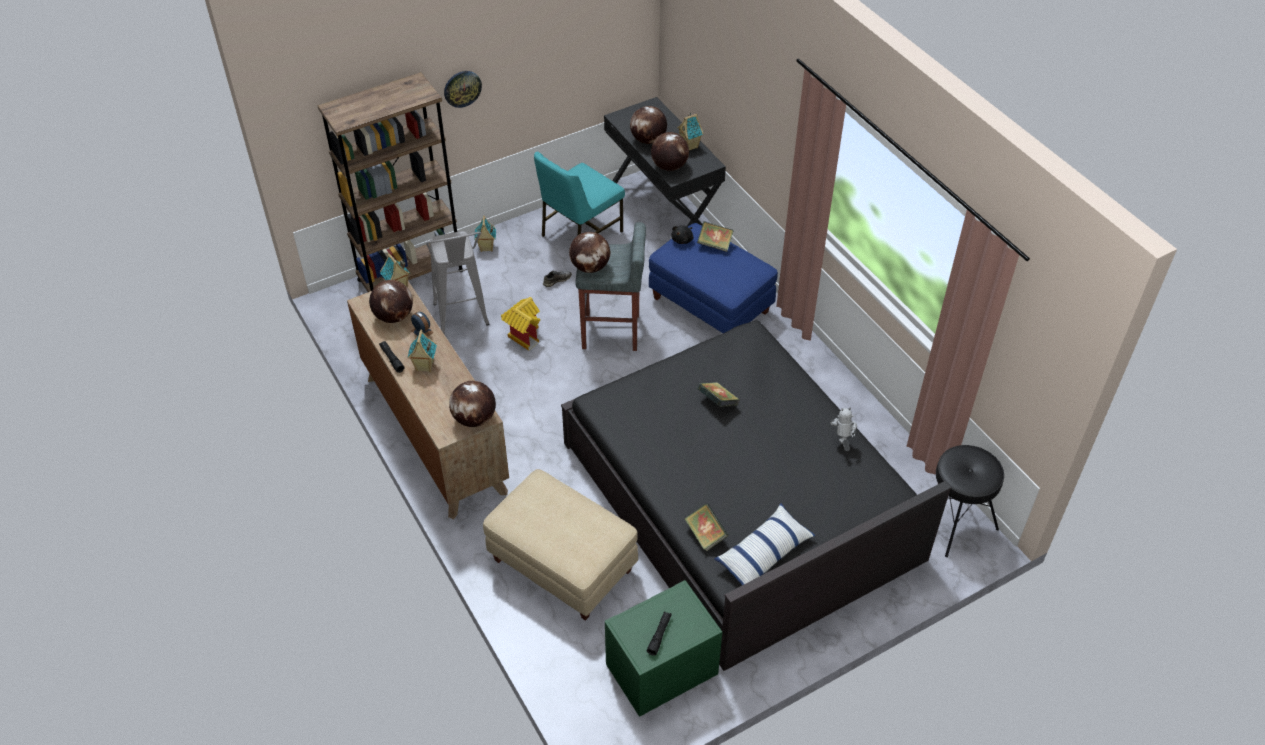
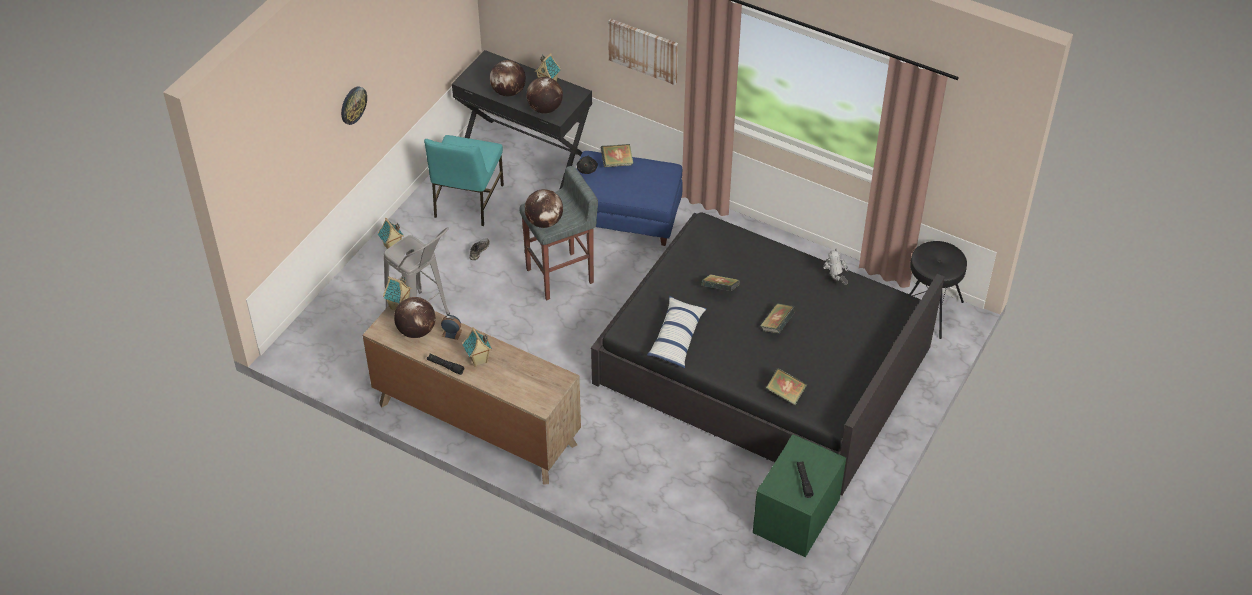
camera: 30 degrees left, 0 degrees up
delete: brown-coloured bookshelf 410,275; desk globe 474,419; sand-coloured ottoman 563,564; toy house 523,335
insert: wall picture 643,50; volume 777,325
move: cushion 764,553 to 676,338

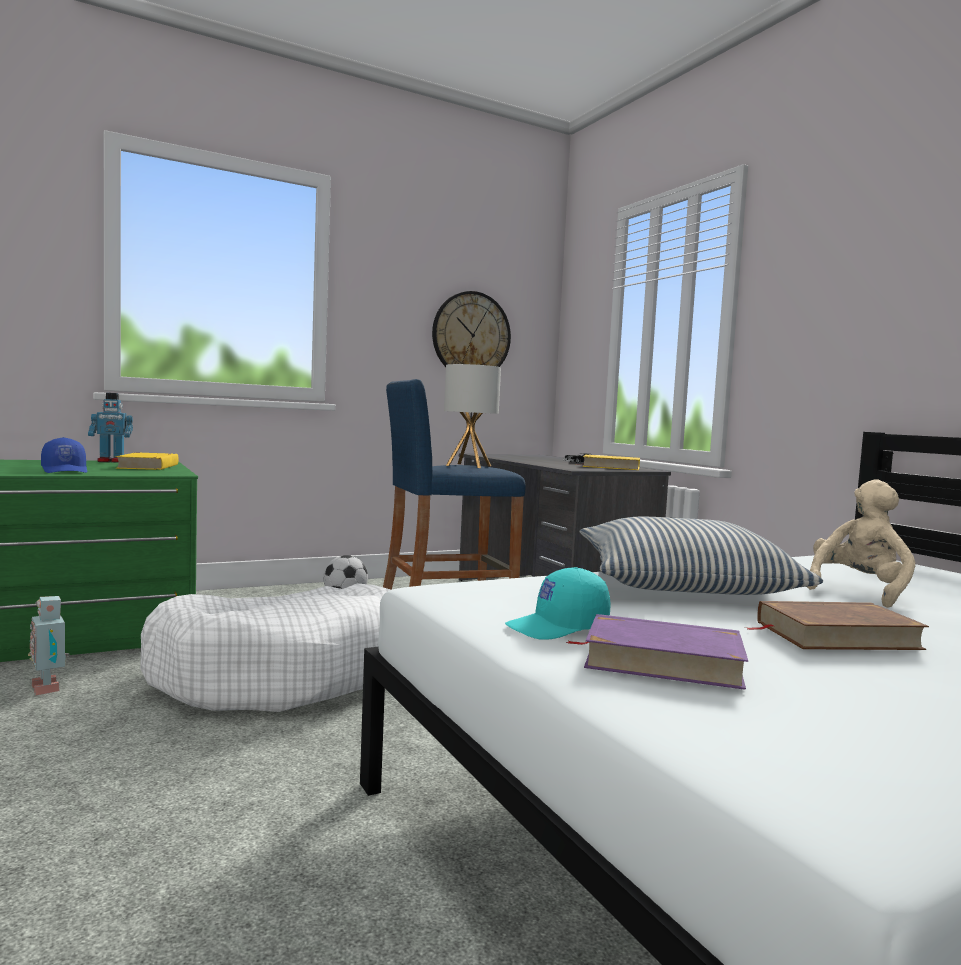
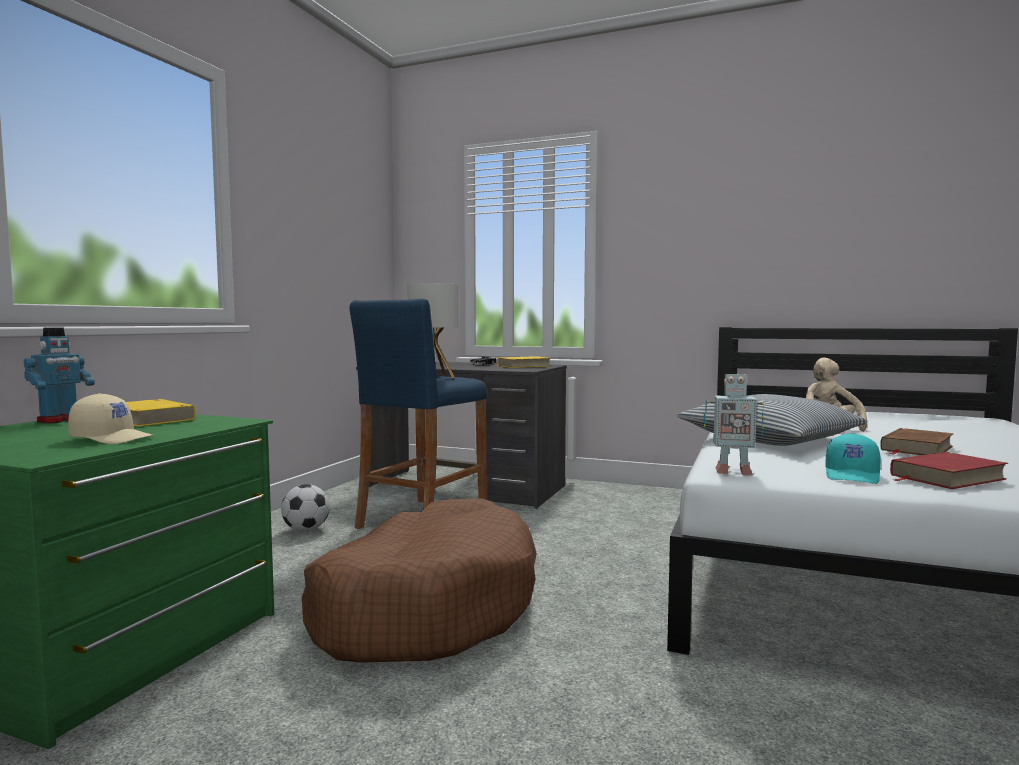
camera: 40 degrees left, 0 degrees up
delete: clock on the wall 471,335
move: toy robot 49,688 to 731,471
recolor: bluish baseball cap 66,471 to sand-coloured baseball cap 113,438; white-coloured pet bed 284,675 to brown-coloured pet bed 426,606; purple volume 662,661 to reddish volume 946,477

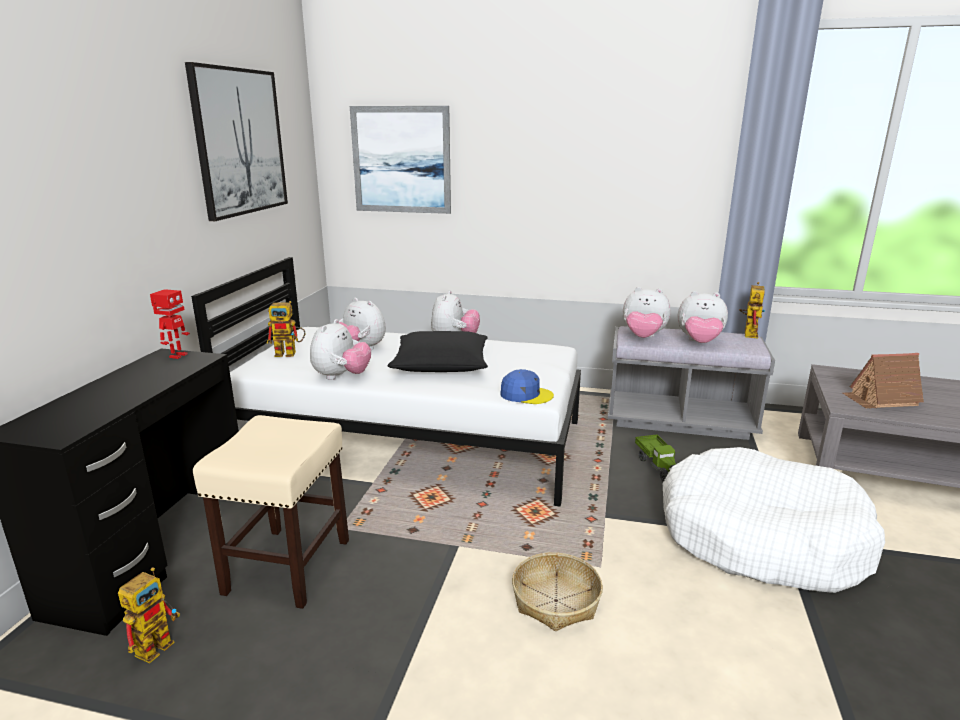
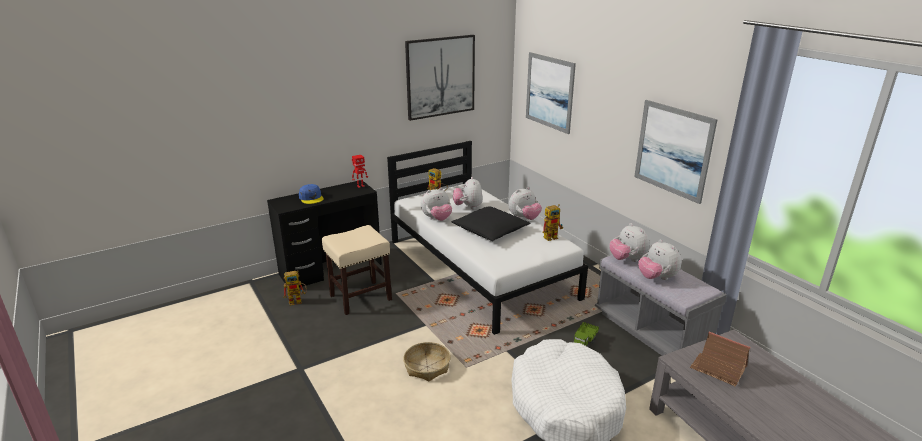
camera: 45 degrees right, 5 degrees up
insert: wall picture 673,150
move: bluish baseball cap 526,394 to 311,198; toy robot 748,333 to 552,236

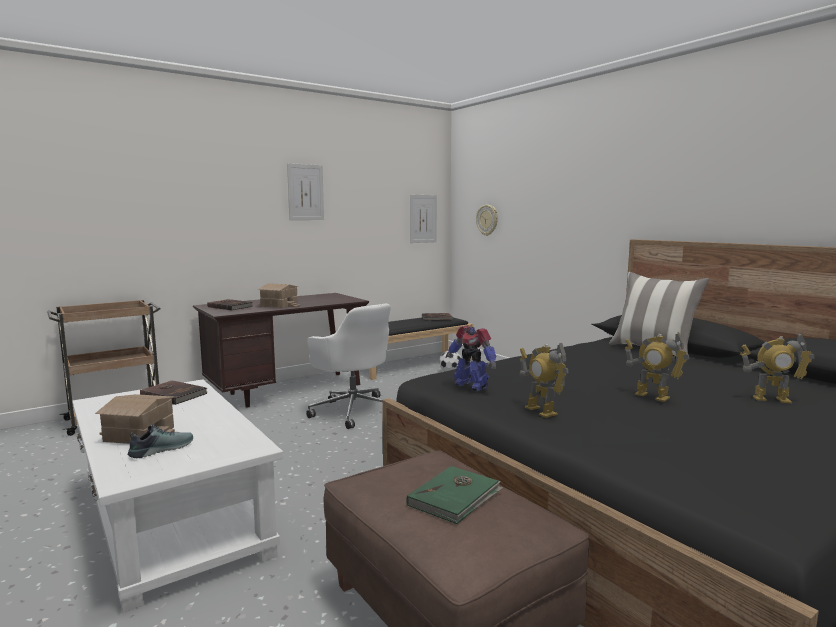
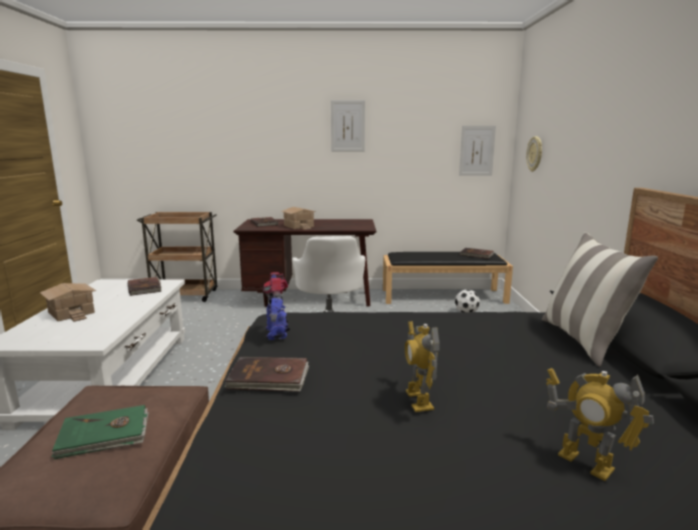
camera: 35 degrees right, 5 degrees up
delete: item of footwear 161,449
replace: toy robot 540,411 to brown-coloured volume 269,378

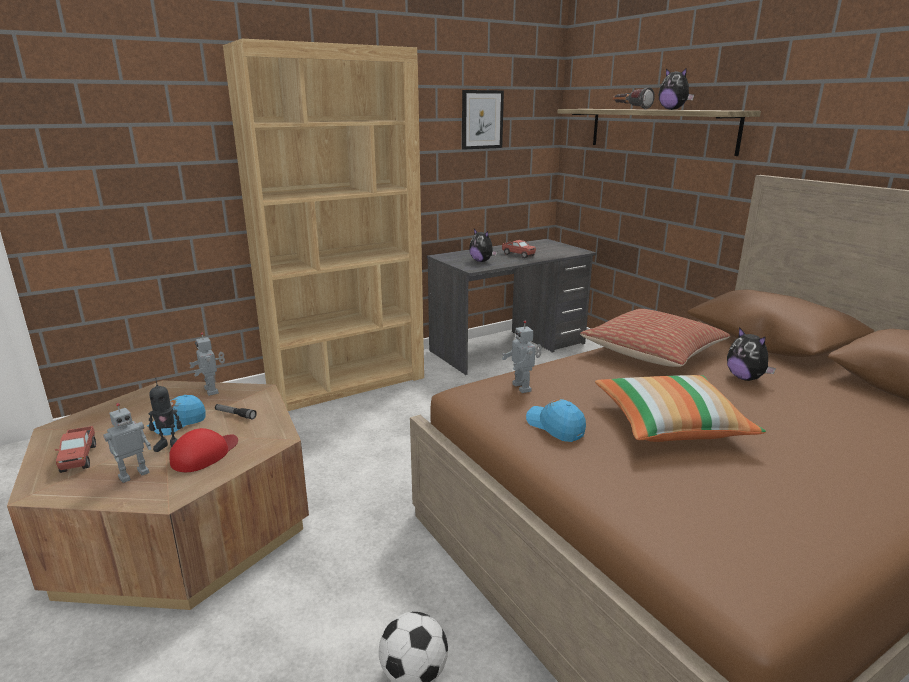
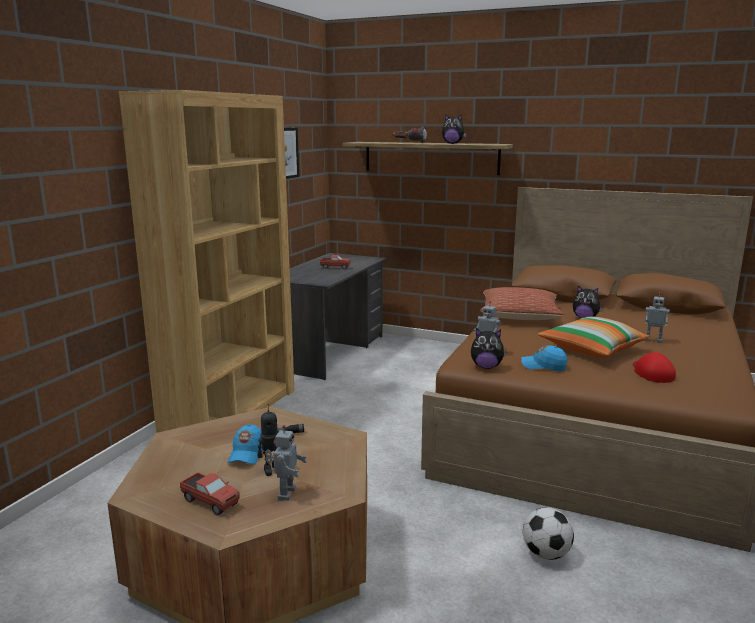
camera: 35 degrees left, 5 degrees down
move: cuddly toy 482,261 to 486,367; reddish baseball cap 205,454 to 652,372; toy robot 212,390 to 653,340

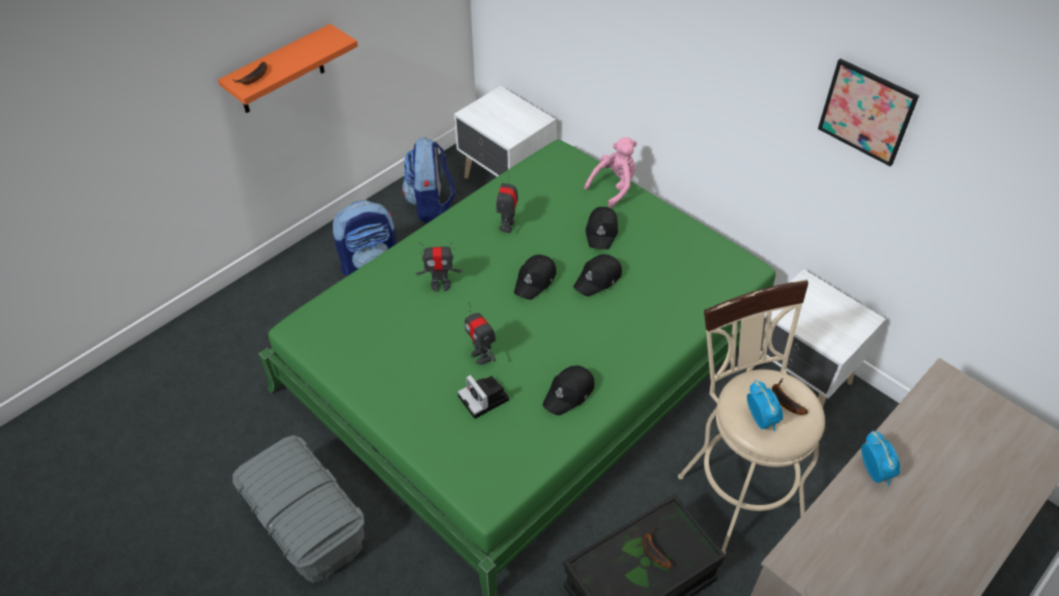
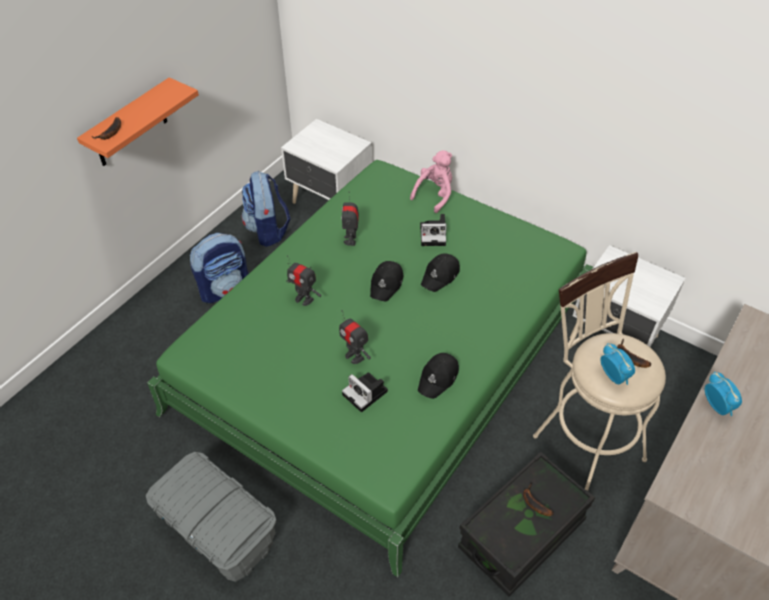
camera: 10 degrees left, 0 degrees up
delete: wall picture 866,112
replace: black baseball cap 602,232 to photo camera 434,235
rotate: toy robot 440,285 = 304,299 45 degrees clockwise

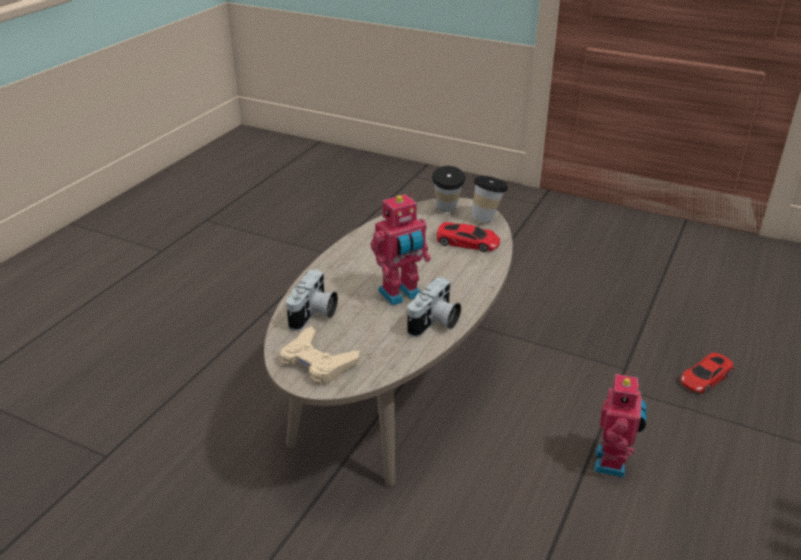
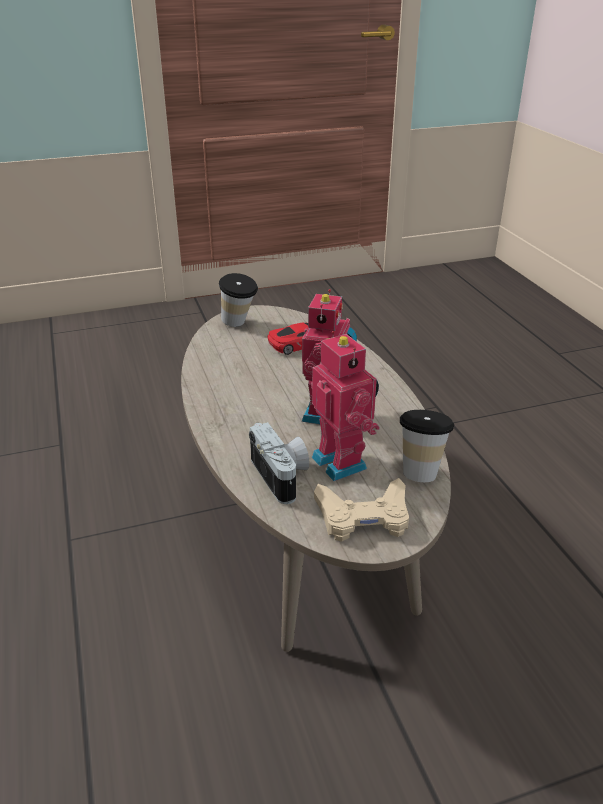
camera: 45 degrees left, 0 degrees up
delete: photo camera 435,323; reddish model car 705,377
move: toy robot 613,463 to 342,462; cup 487,218 to 420,470

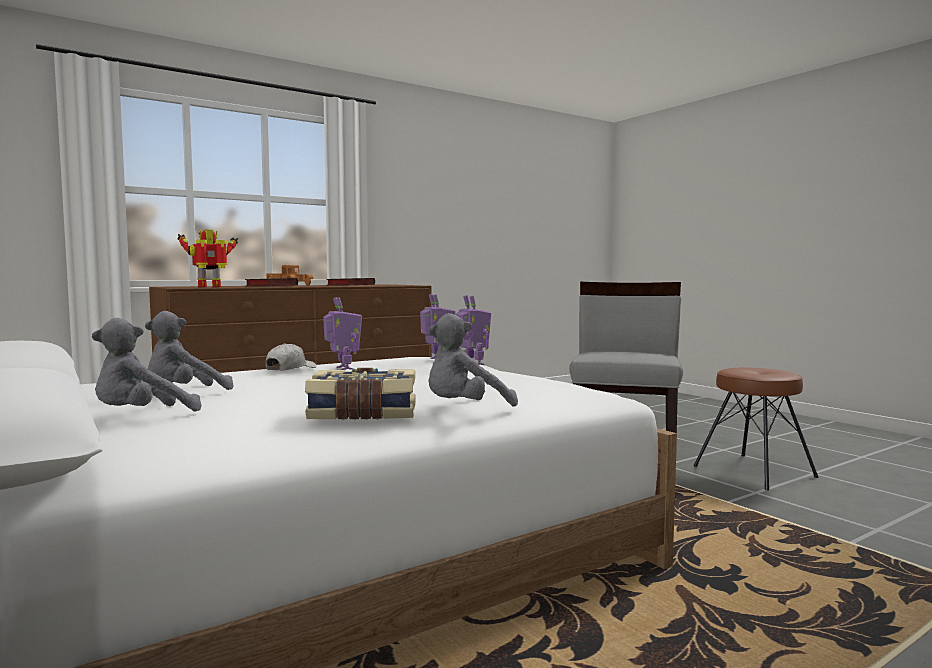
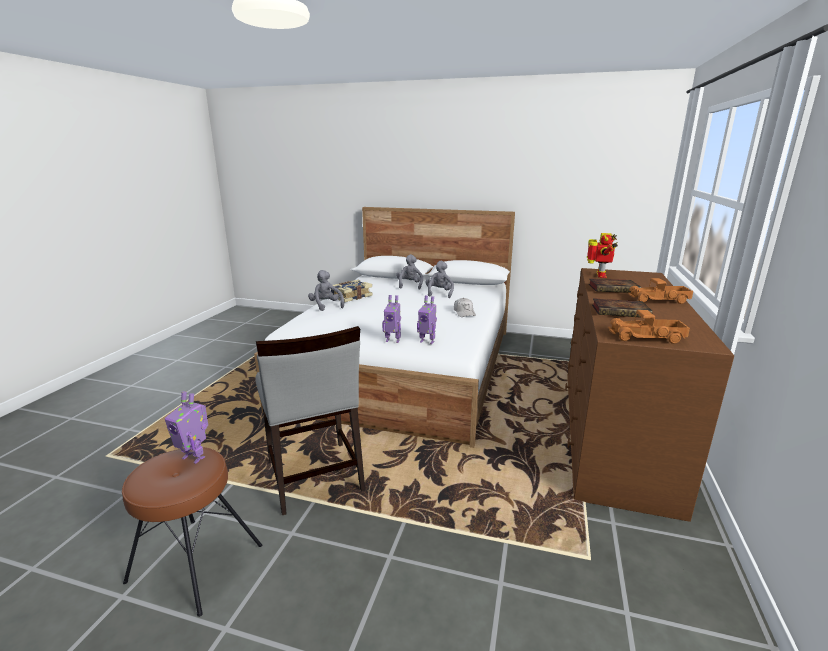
camera: 140 degrees right, 15 degrees up
insert: model truck 646,337
move: toy robot 343,368 to 194,457
rotate: greyish cuddly toy 464,409 = 326,306 45 degrees counterclockwise

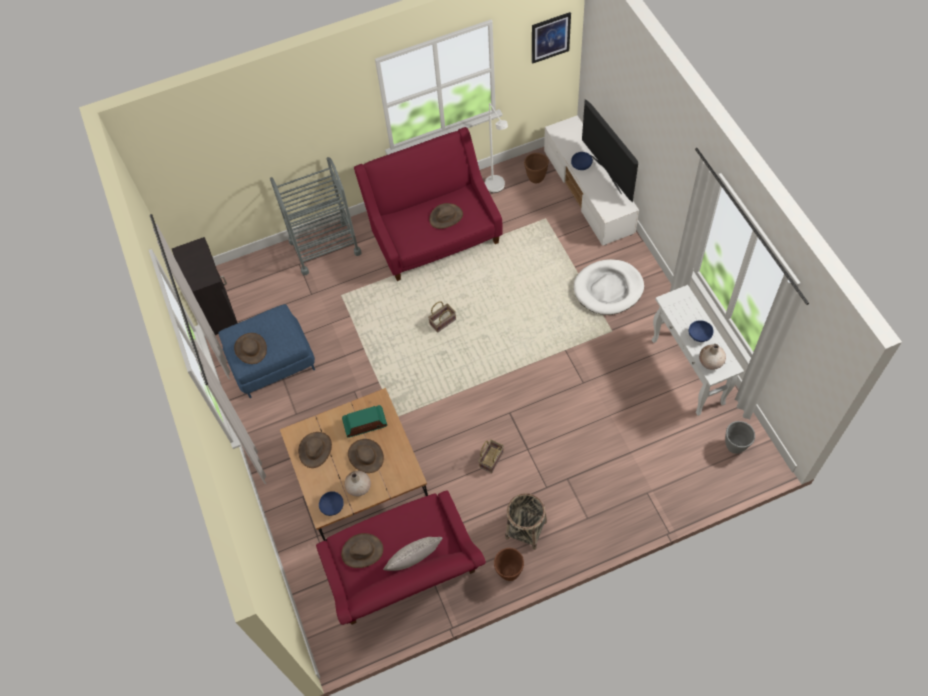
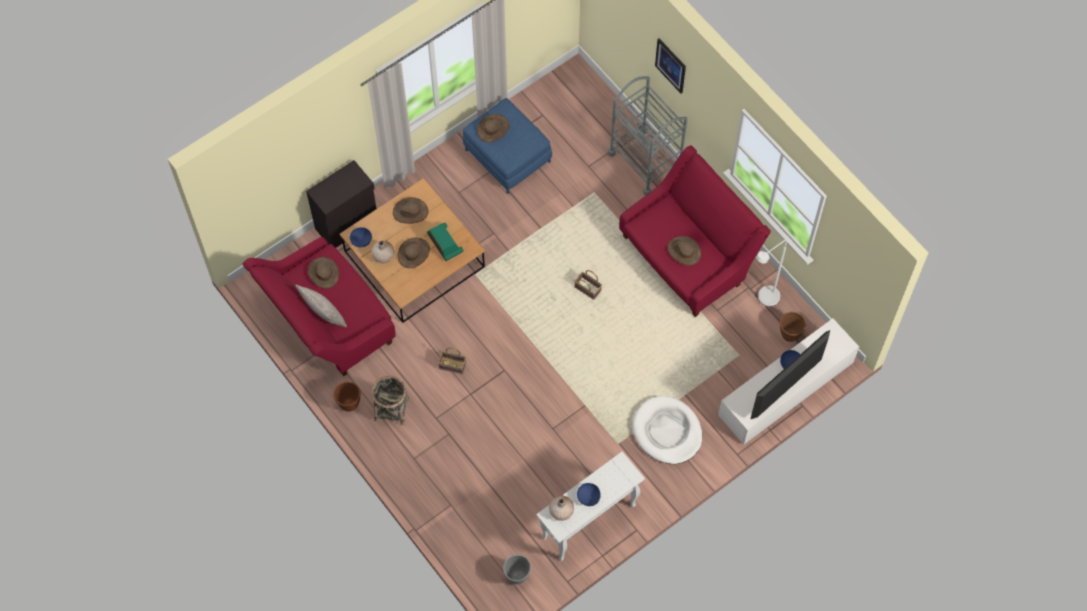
camera: 70 degrees right, 5 degrees up
move: black cupboard 217,309 to 347,224; wall picture 550,37 to 671,65

